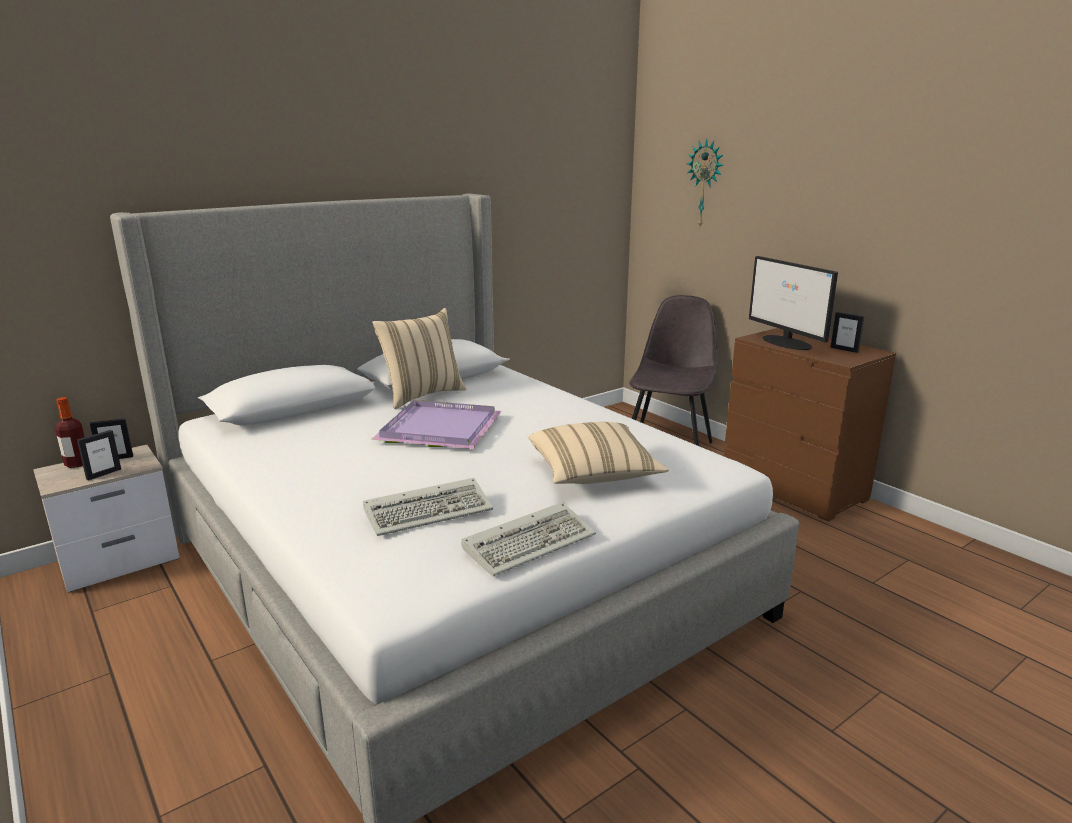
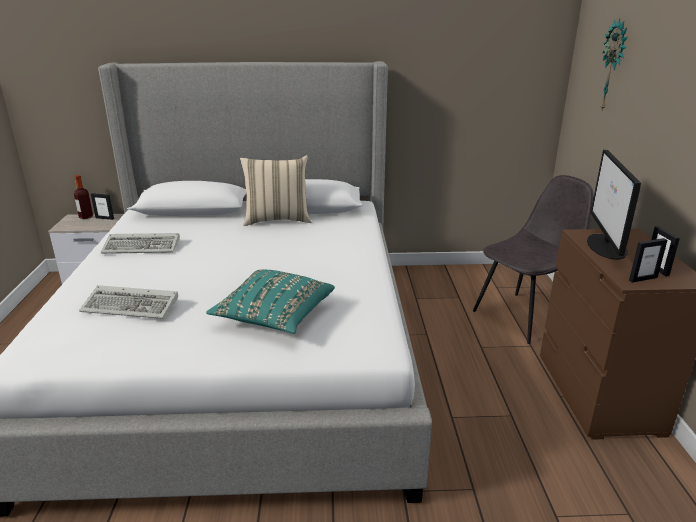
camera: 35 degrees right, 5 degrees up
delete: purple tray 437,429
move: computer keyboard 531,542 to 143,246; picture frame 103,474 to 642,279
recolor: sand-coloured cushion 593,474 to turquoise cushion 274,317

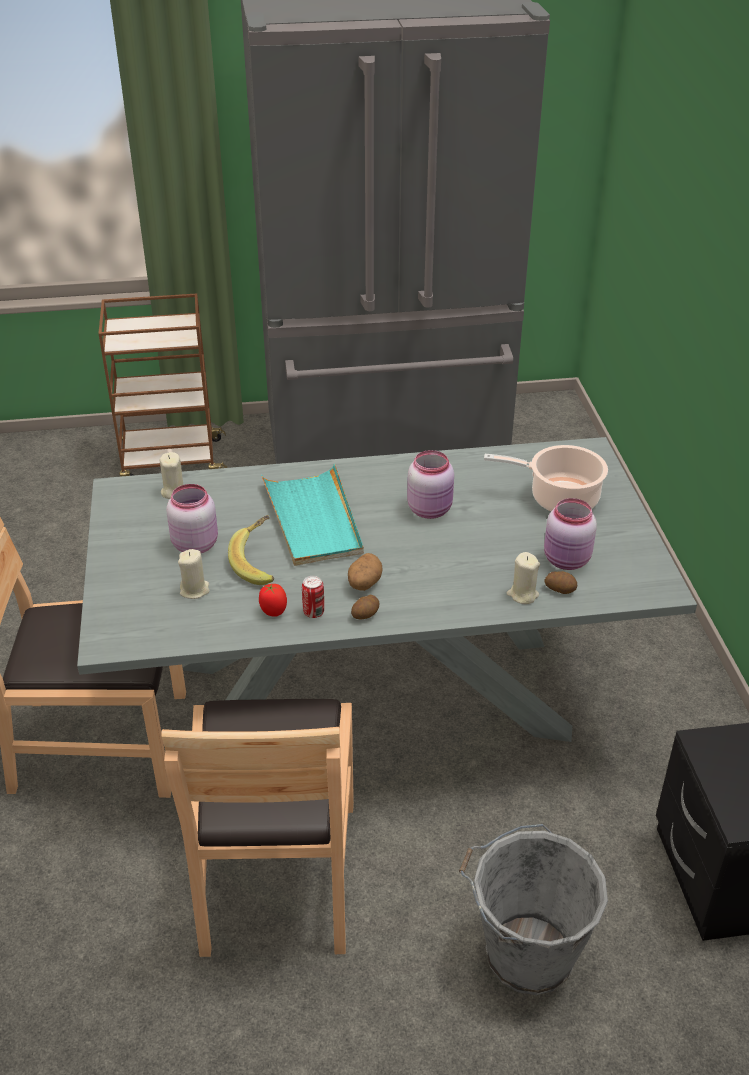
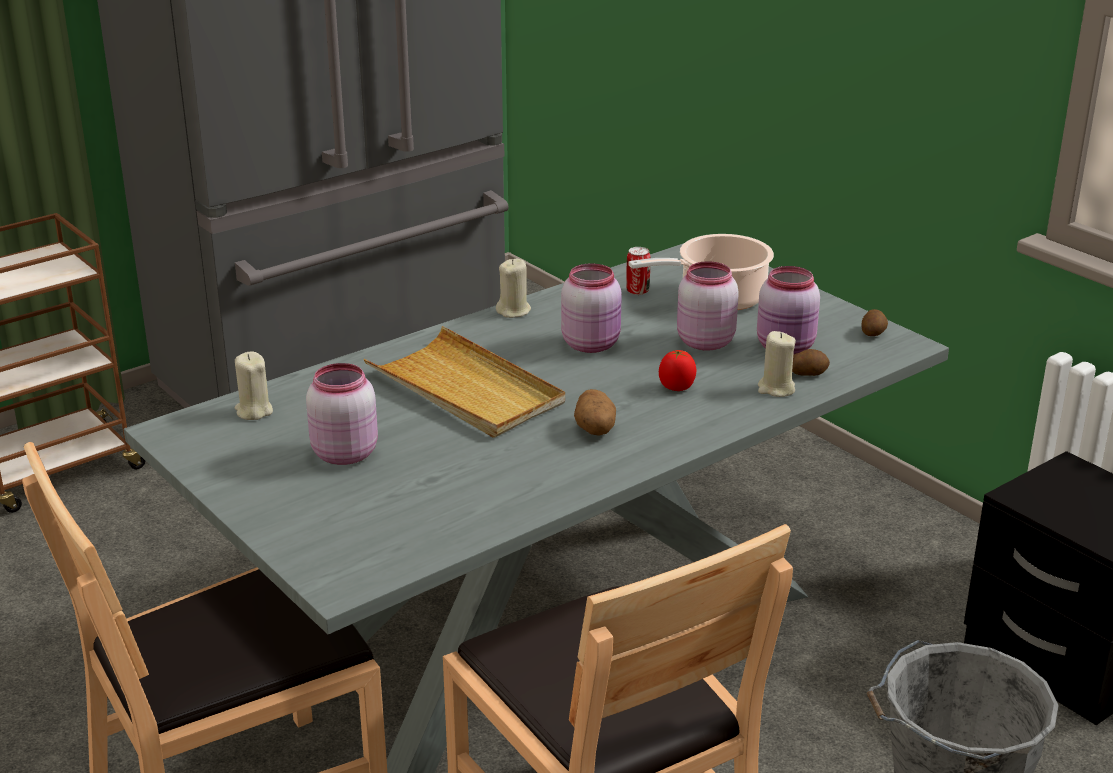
camera: 30 degrees left, 10 degrees down
delete: whole banana 260,563
insert: pinkish storage jar 703,342
move: sand-coloured wax light 194,590 to 513,311; sealed can 313,612 to 637,291; fresh tomato 273,611 to 676,387; potato 366,614 to 873,333
recolor: turquoise tray 313,519 to sand-coloured tray 466,389

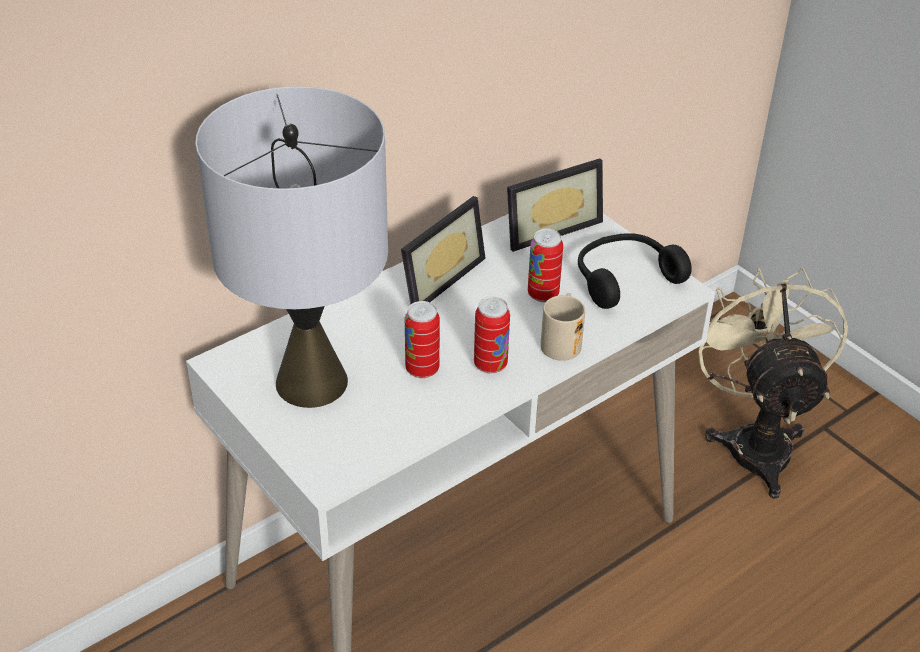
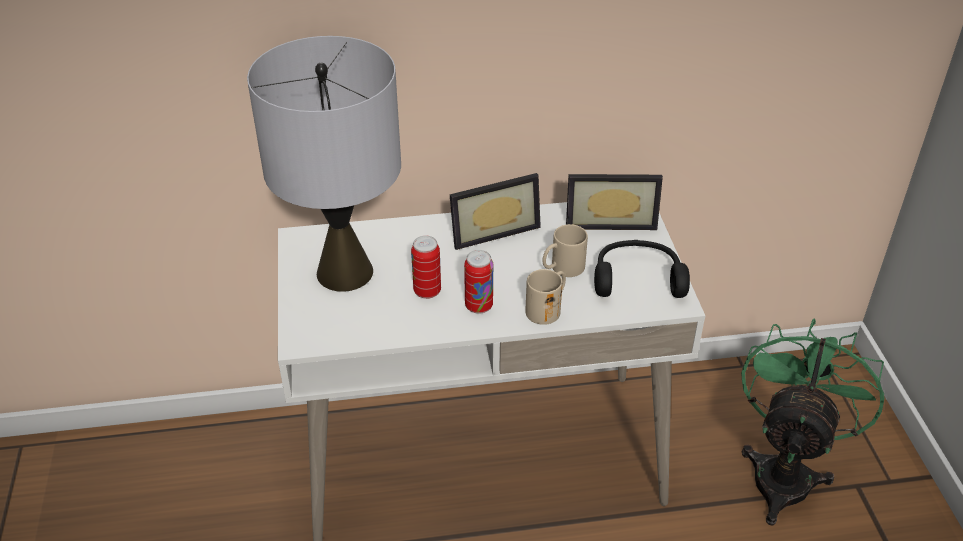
camera: 30 degrees right, 0 degrees up
replace: sealed can 543,294 to sand-coloured mug 562,269
recolor: sand-coloured electric fan 755,441 to green-coloured electric fan 785,472

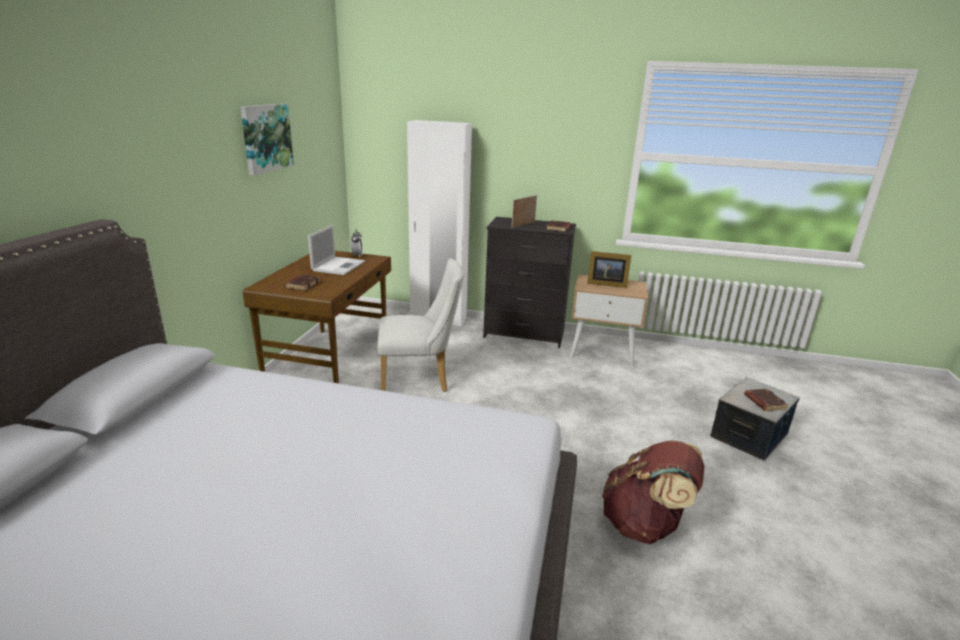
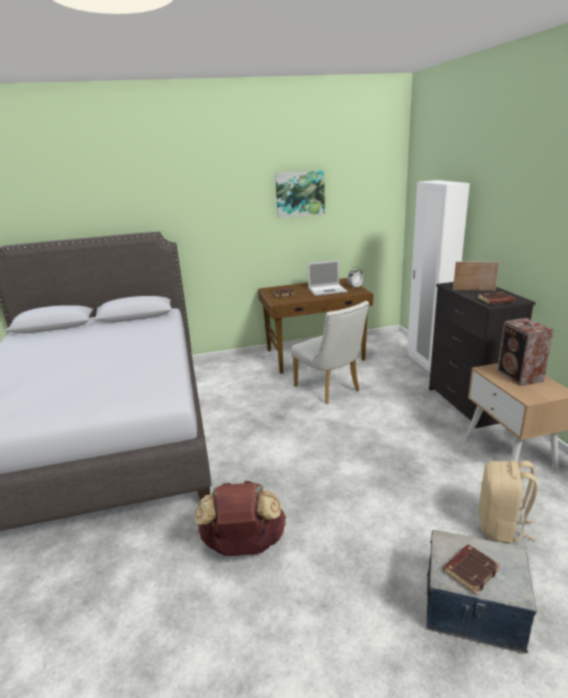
camera: 65 degrees right, 0 degrees up
insert: sand-coloured knapsack 501,526
replace: picture frame 605,284 to speaker 520,376

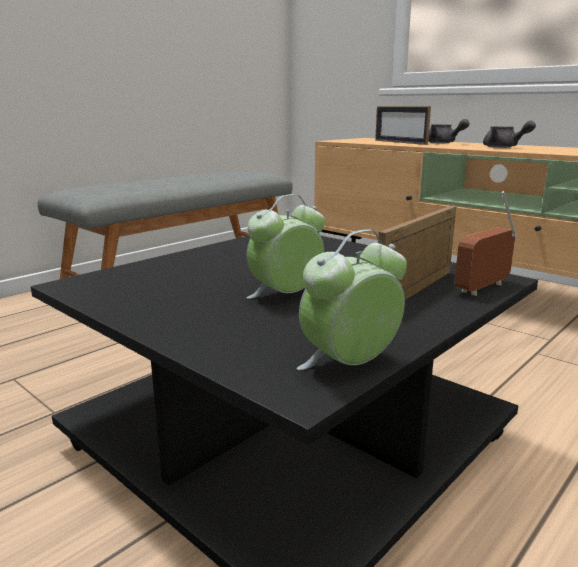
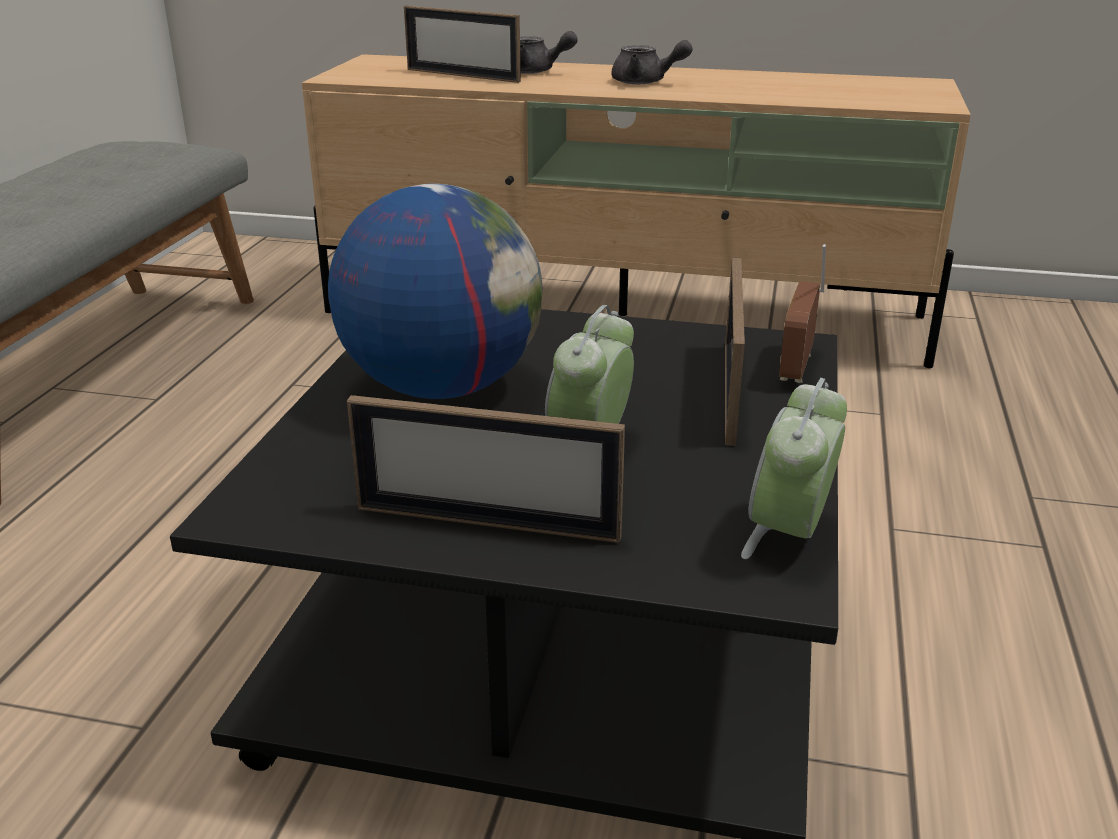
camera: 30 degrees left, 10 degrees up
insert: desk globe 441,387; picture frame 487,522

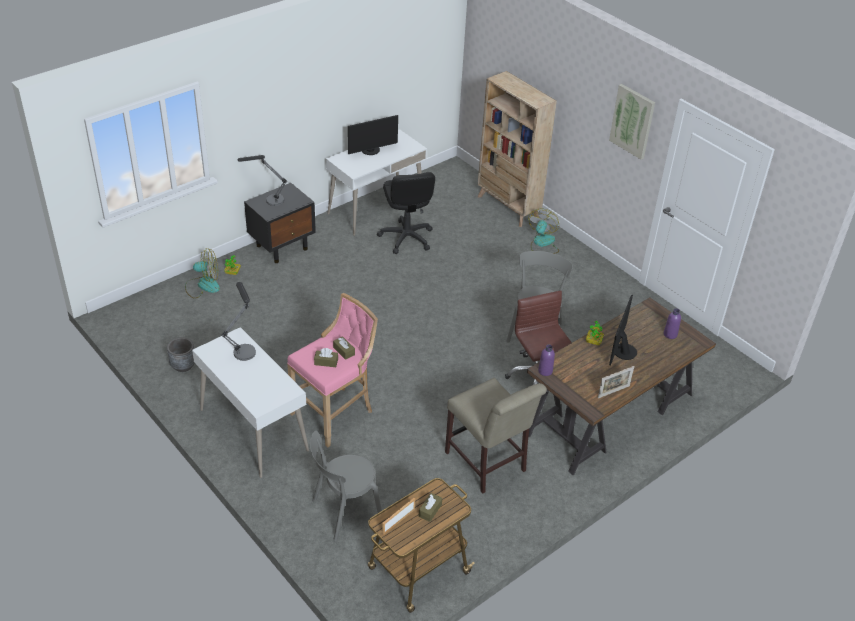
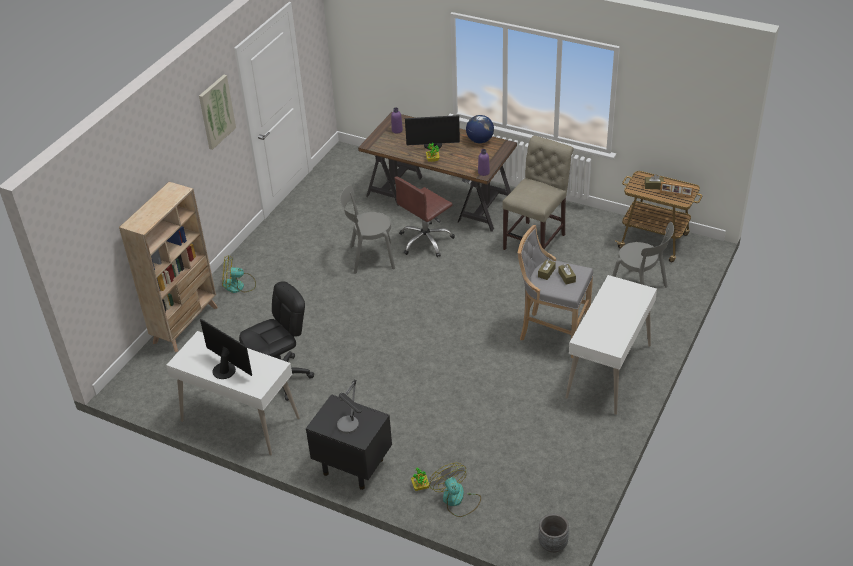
camera: 110 degrees left, 0 degrees up
delete: tabletop lamp 244,348
move: greyish plant pot 183,365 to 552,544
replace: picture frame 613,392 to desk globe 479,140
recolor: pinkish stool seat 335,413 to greyish stool seat 551,333

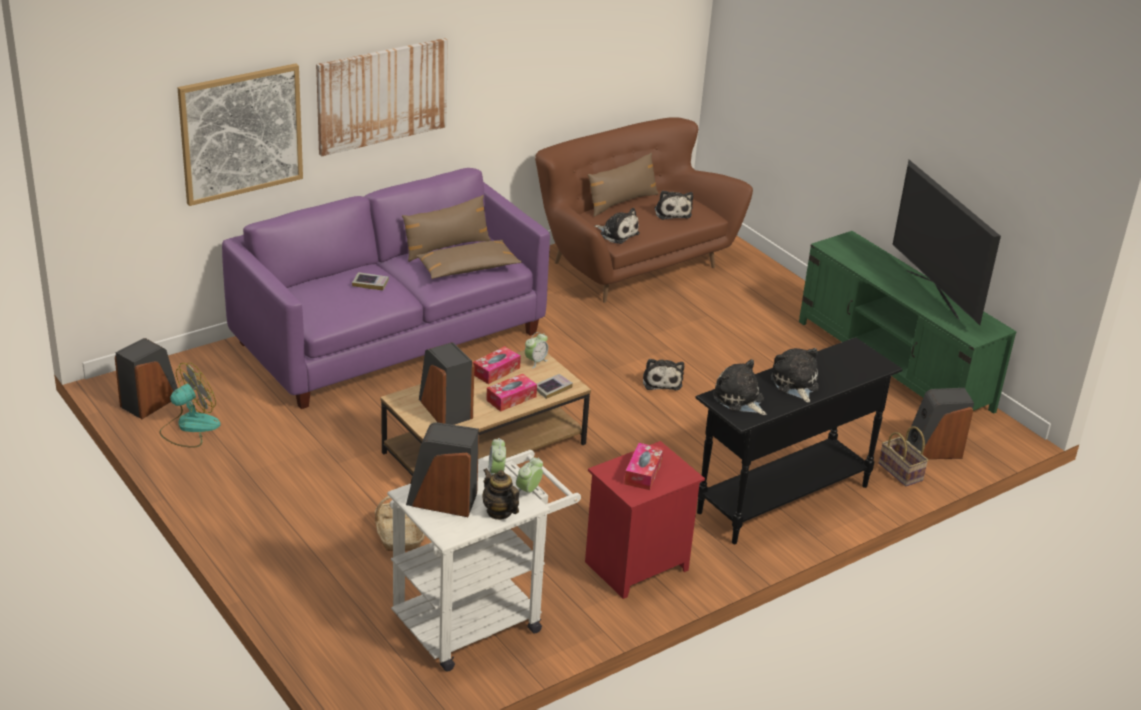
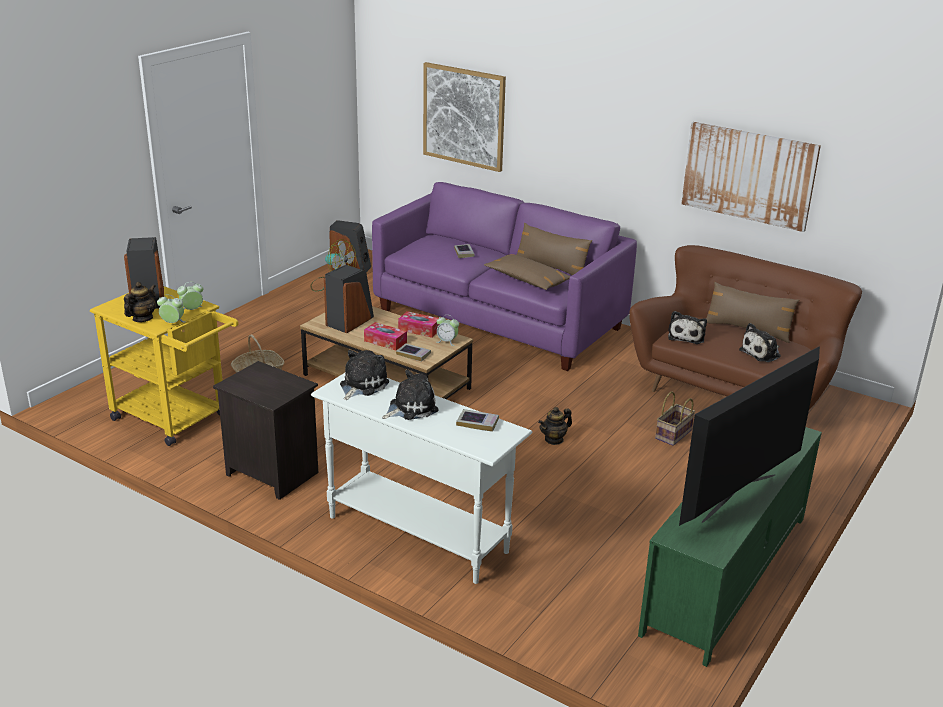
camera: 70 degrees right, 5 degrees down
delete: tissue box 643,473; speaker 933,450
insert: volume 477,423
move: storage basket 902,472 to 673,435; wall picture 382,95 to 748,175
replace: cuddly toy 661,381 to teapot 554,439
recolor: white-coloured cart 478,617 to yellowish cart 176,419; reddish night table 636,567 to black night table 270,474; black narrow table 782,499 to white-coloured narrow table 417,533

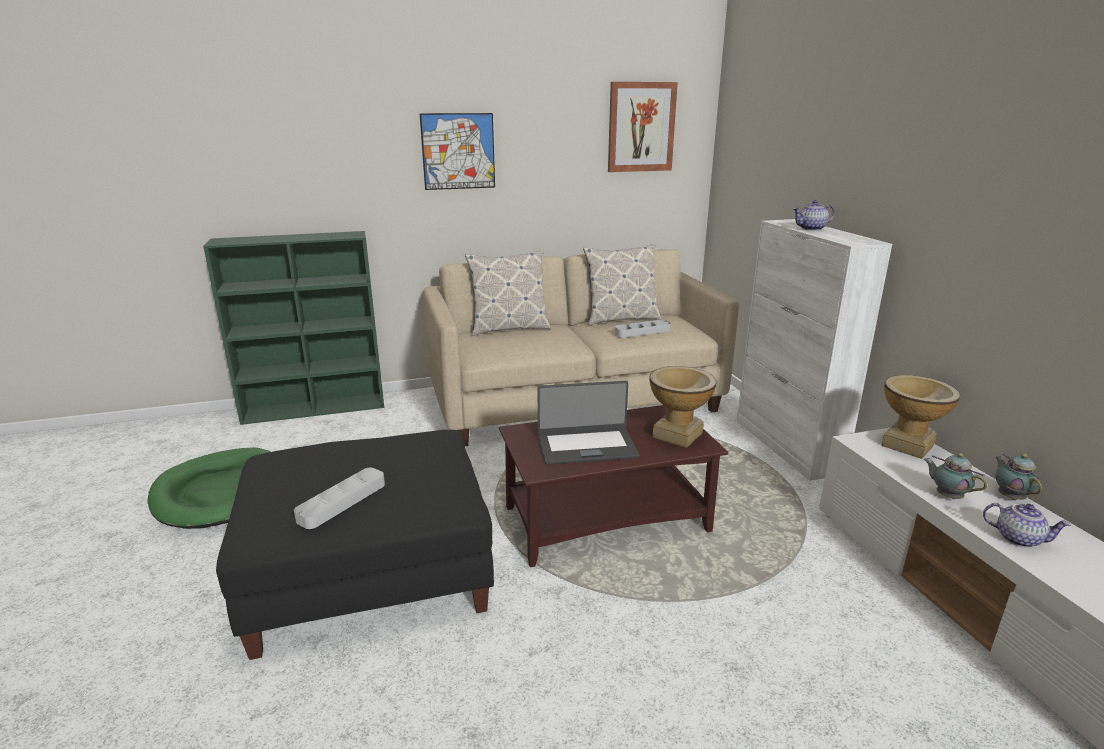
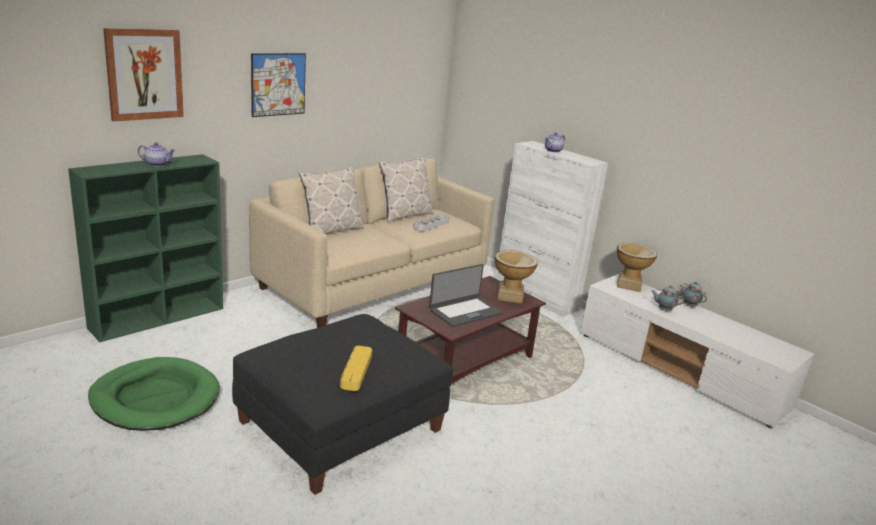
camera: 30 degrees left, 0 degrees up
move: wall picture 641,127 to 144,74; teapot 1019,538 to 157,164
recolor: greyish tray 342,502 to yellowish tray 356,371

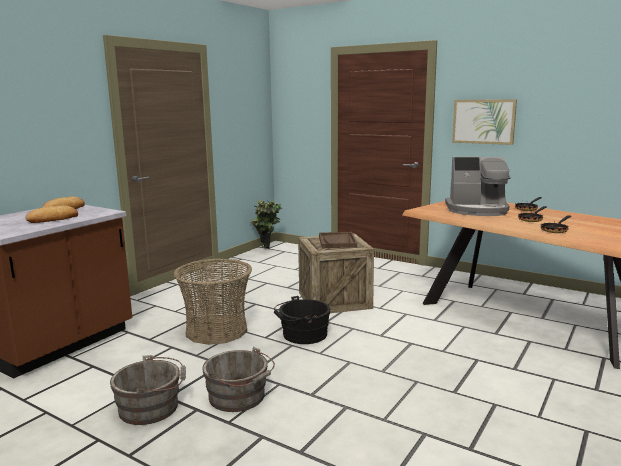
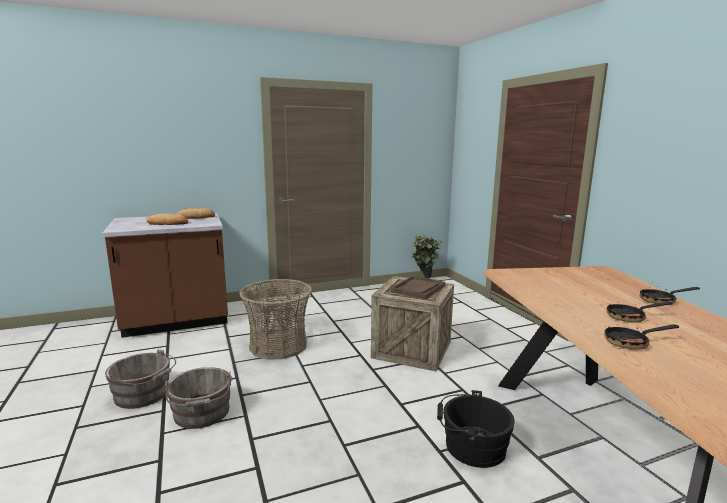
camera: 35 degrees right, 0 degrees up
delete: coffee brewer 477,210; wall picture 483,121
move: black pail 302,335 to 471,446

